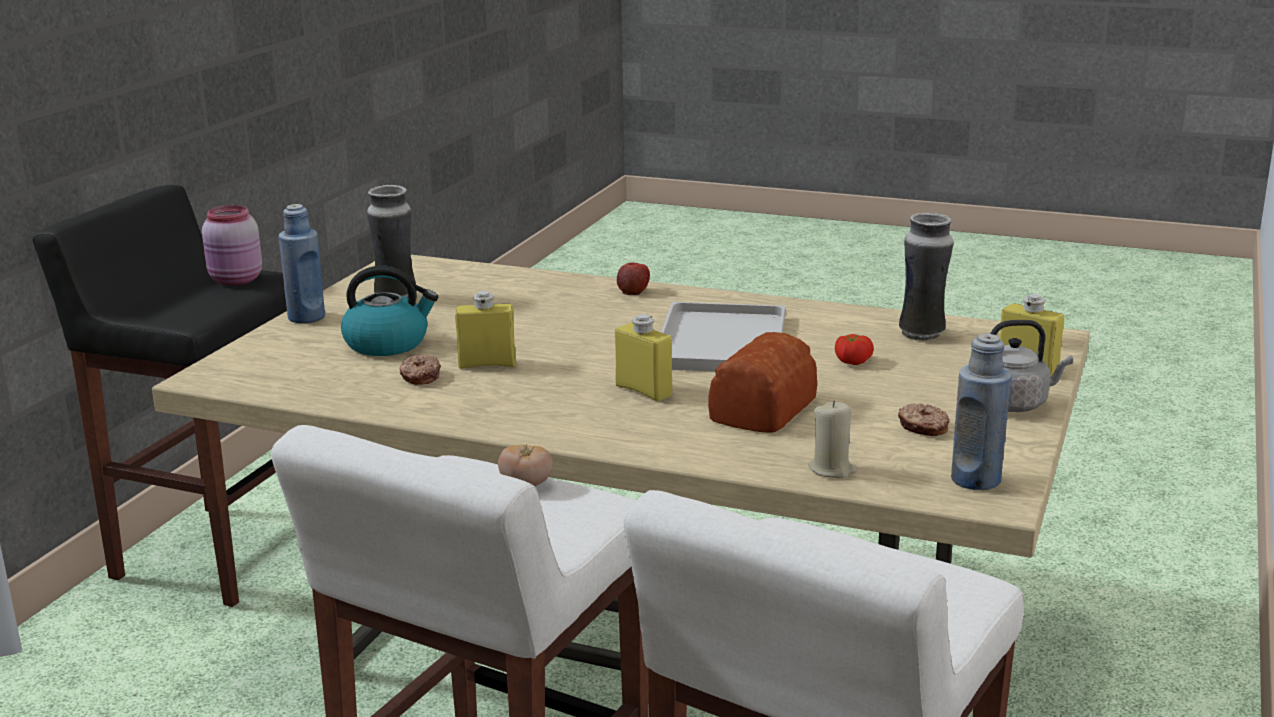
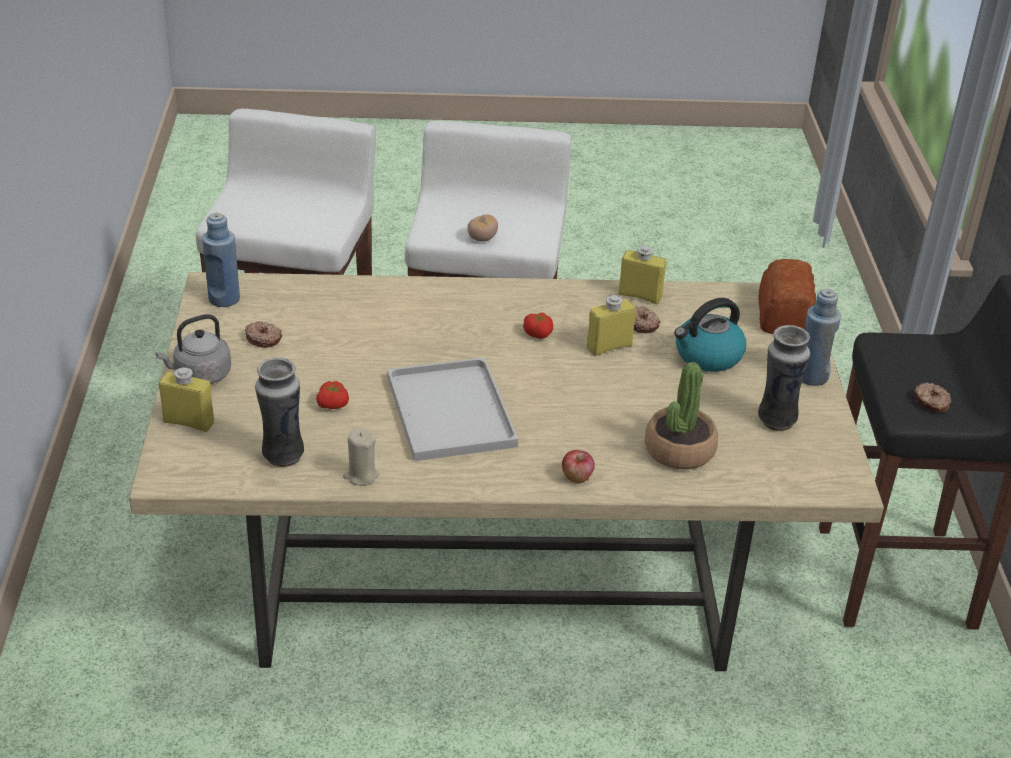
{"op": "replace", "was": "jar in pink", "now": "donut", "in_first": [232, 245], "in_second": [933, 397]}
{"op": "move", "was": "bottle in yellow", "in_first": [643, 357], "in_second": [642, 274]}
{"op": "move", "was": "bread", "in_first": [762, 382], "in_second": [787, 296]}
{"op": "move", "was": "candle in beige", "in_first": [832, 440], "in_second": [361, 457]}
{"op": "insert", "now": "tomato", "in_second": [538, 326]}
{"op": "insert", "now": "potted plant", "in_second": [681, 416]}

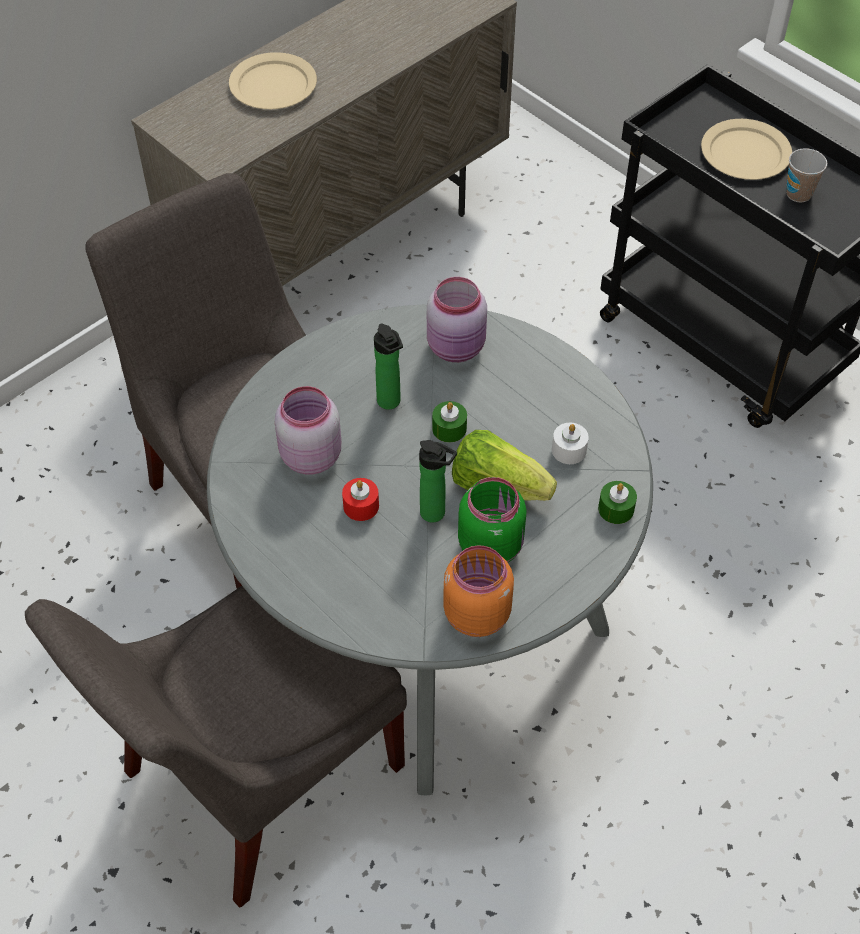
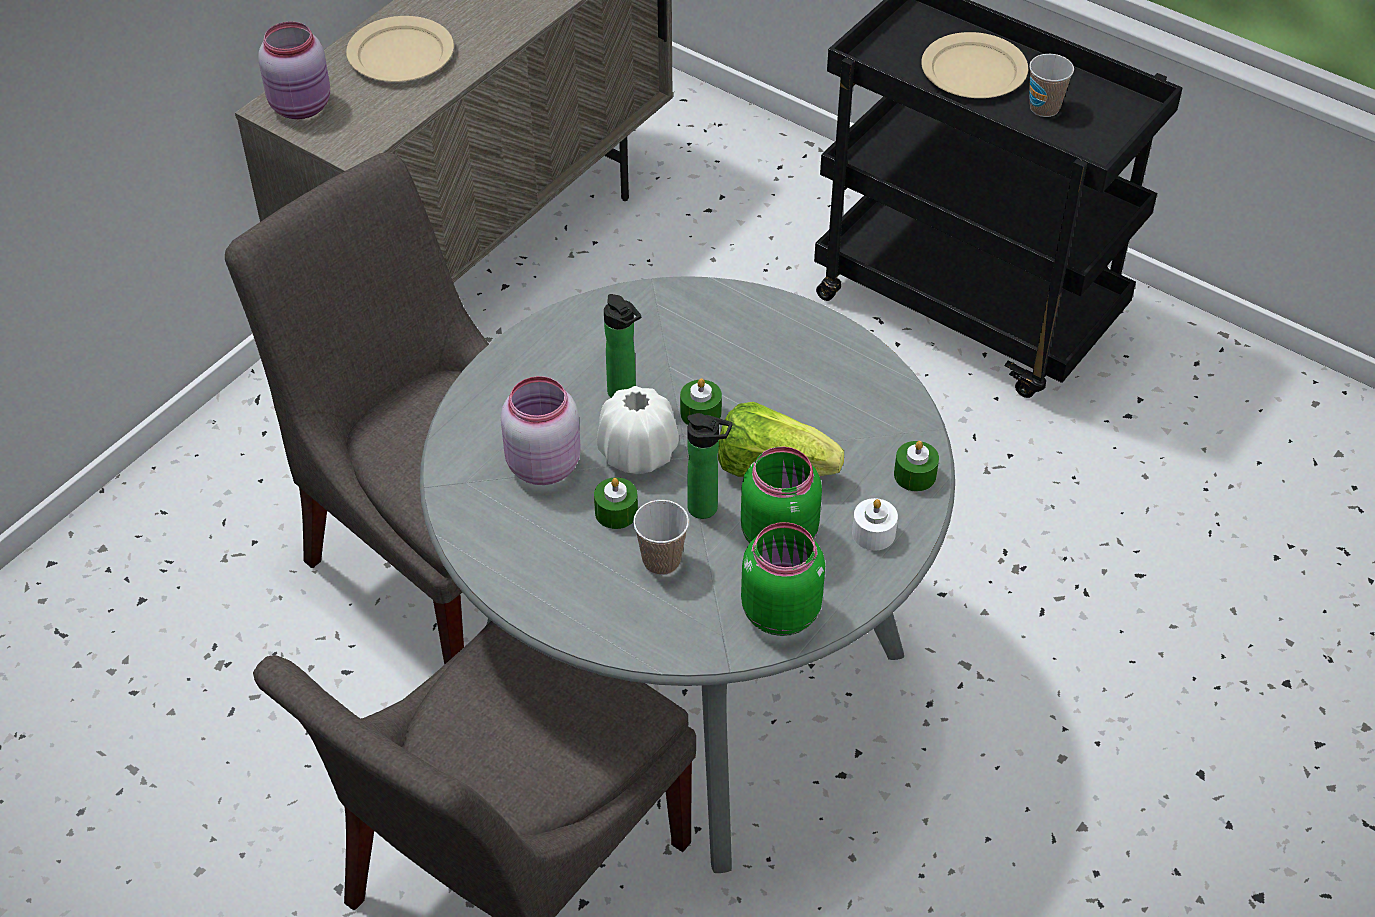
{"op": "move", "was": "jar in pink", "in_first": [457, 319], "in_second": [294, 70]}
{"op": "move", "was": "candle in white", "in_first": [570, 443], "in_second": [875, 524]}
{"op": "recolor", "was": "candle in red", "now": "candle in green", "in_first": [360, 499], "in_second": [616, 503]}
{"op": "recolor", "was": "jar in orange", "now": "jar in green", "in_first": [478, 591], "in_second": [783, 579]}
{"op": "insert", "now": "vase in white", "in_second": [638, 430]}
{"op": "insert", "now": "cup", "in_second": [661, 537]}

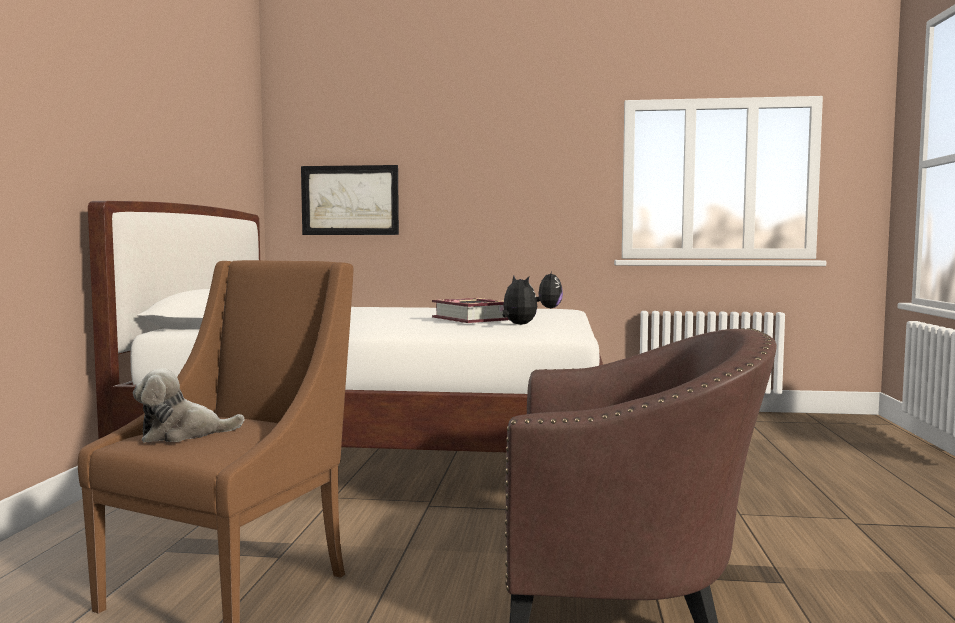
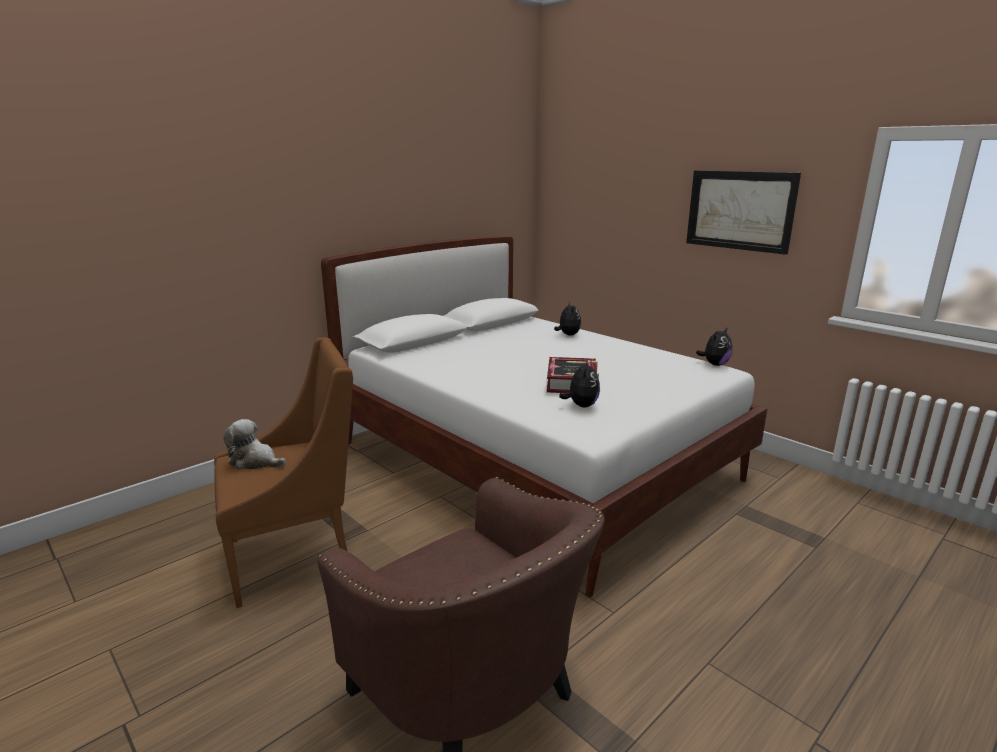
{"op": "move", "was": "picture", "in_first": [350, 200], "in_second": [743, 212]}
{"op": "insert", "now": "plush toy", "in_second": [567, 319]}

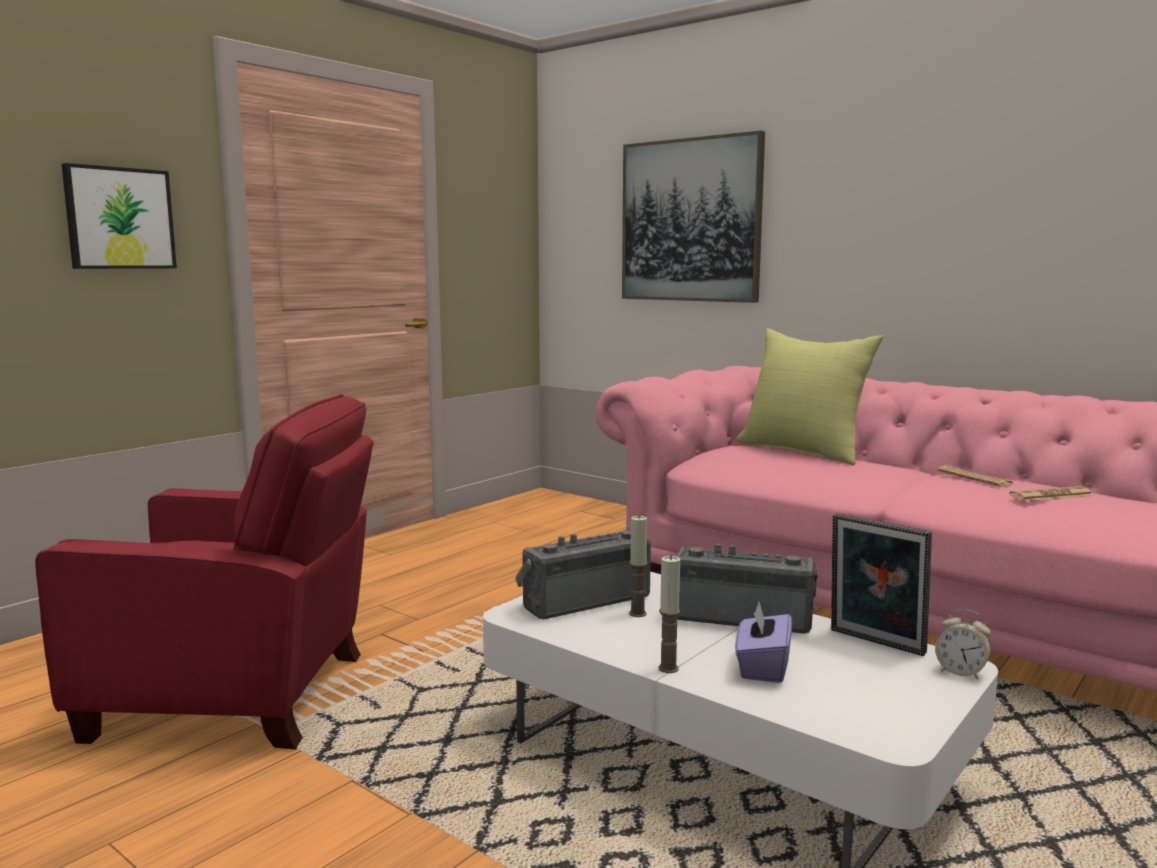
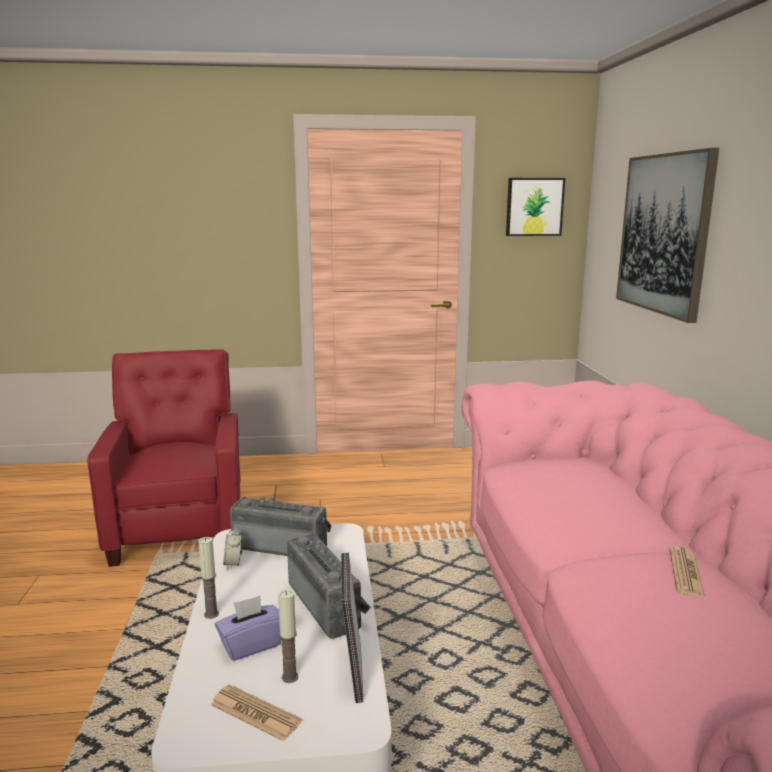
{"op": "move", "was": "picture", "in_first": [119, 216], "in_second": [535, 207]}
{"op": "delete", "was": "pillow in yellow", "in_first": [810, 396]}
{"op": "rotate", "was": "armchair in red", "in_first": [204, 572], "in_second": [163, 458], "clockwise": -150}
{"op": "move", "was": "newspaper", "in_first": [1051, 493], "in_second": [256, 713]}
{"op": "move", "was": "candle", "in_first": [638, 566], "in_second": [288, 636]}
{"op": "move", "was": "alarm clock", "in_first": [963, 645], "in_second": [233, 548]}

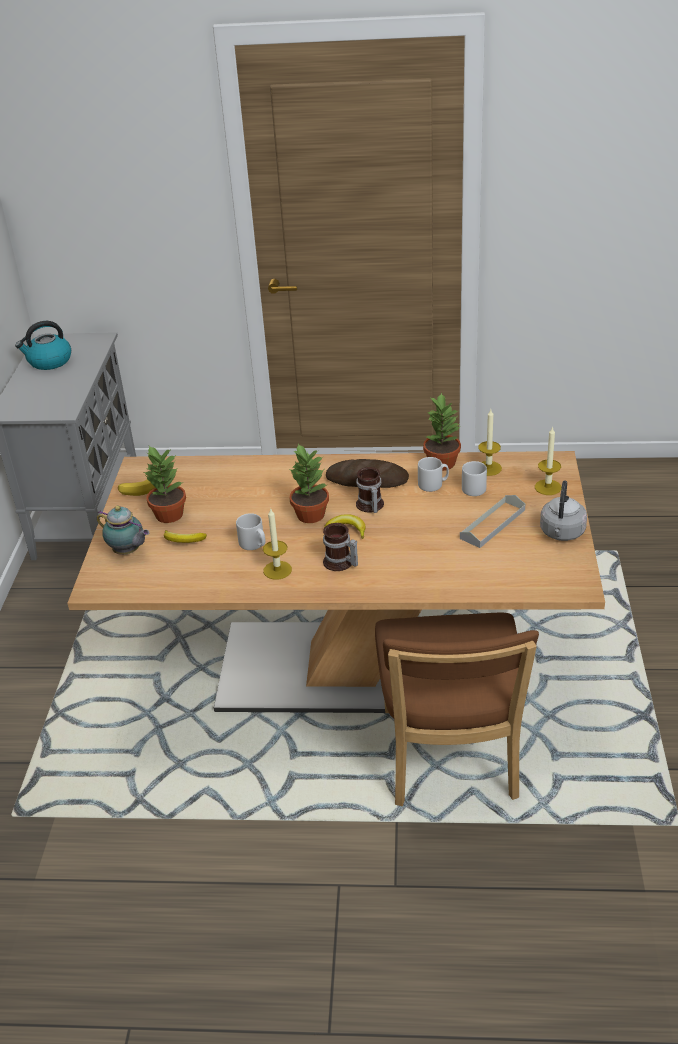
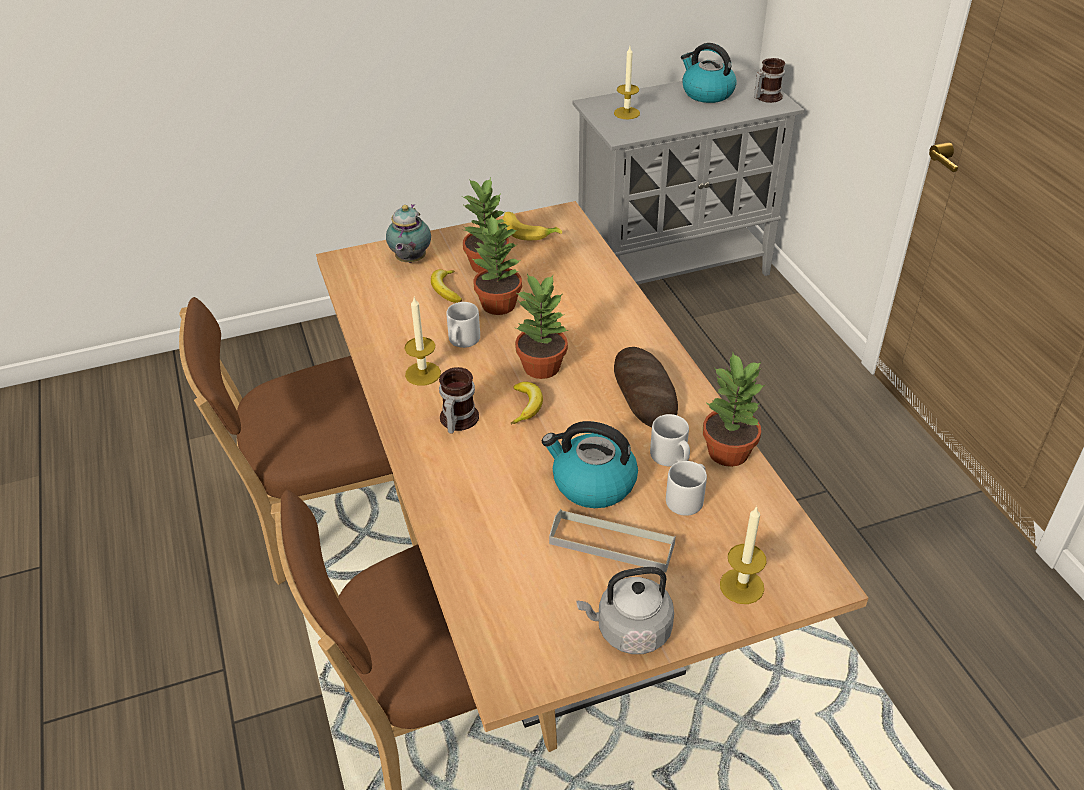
{"op": "move", "was": "candle", "in_first": [490, 442], "in_second": [627, 83]}
{"op": "move", "was": "mug", "in_first": [370, 490], "in_second": [769, 80]}
{"op": "insert", "now": "potted plant", "in_second": [497, 264]}
{"op": "insert", "now": "chair in brown", "in_second": [298, 441]}
{"op": "insert", "now": "kettle", "in_second": [590, 464]}

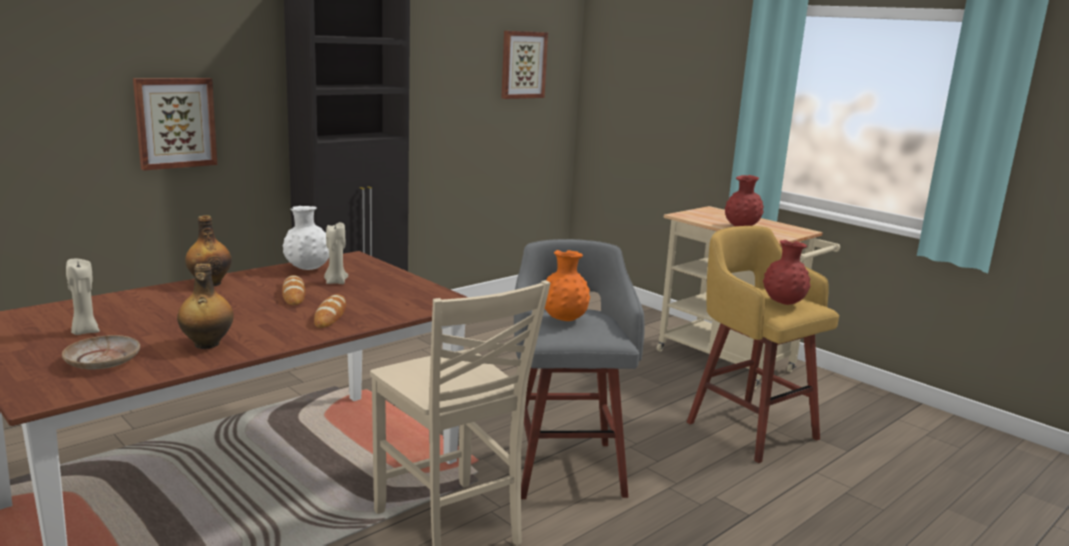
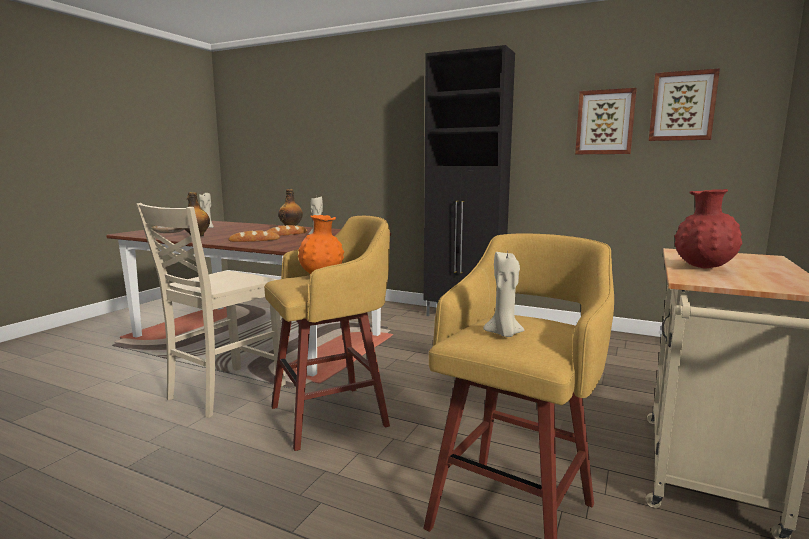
{"op": "move", "was": "picture", "in_first": [175, 124], "in_second": [606, 121]}
{"op": "delete", "was": "vase in white", "in_first": [306, 238]}
{"op": "recolor", "was": "stool in grey", "now": "stool in yellow", "in_first": [579, 369], "in_second": [327, 333]}
{"op": "replace", "was": "vase in red", "now": "candle in beige", "in_first": [787, 272], "in_second": [503, 294]}

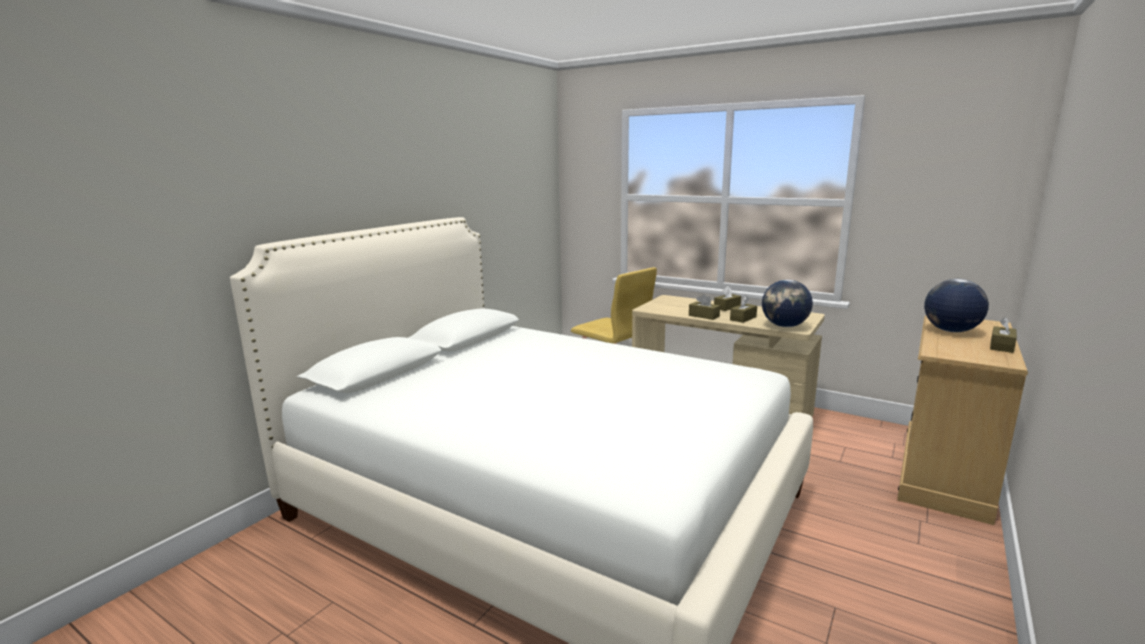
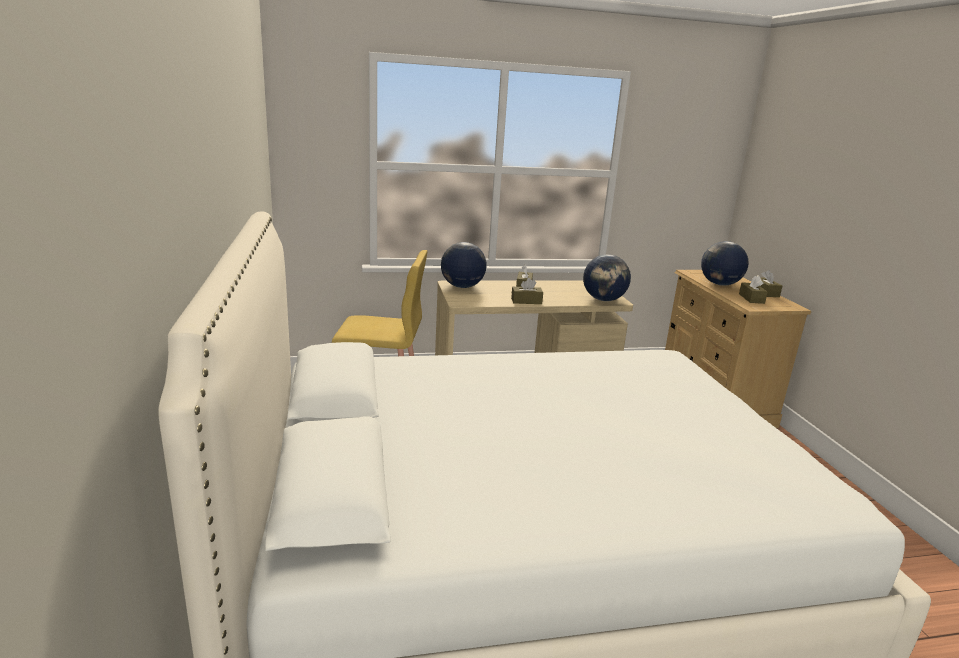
{"op": "move", "was": "tissue box in brown", "in_first": [743, 309], "in_second": [753, 290]}
{"op": "insert", "now": "globe", "in_second": [464, 265]}

